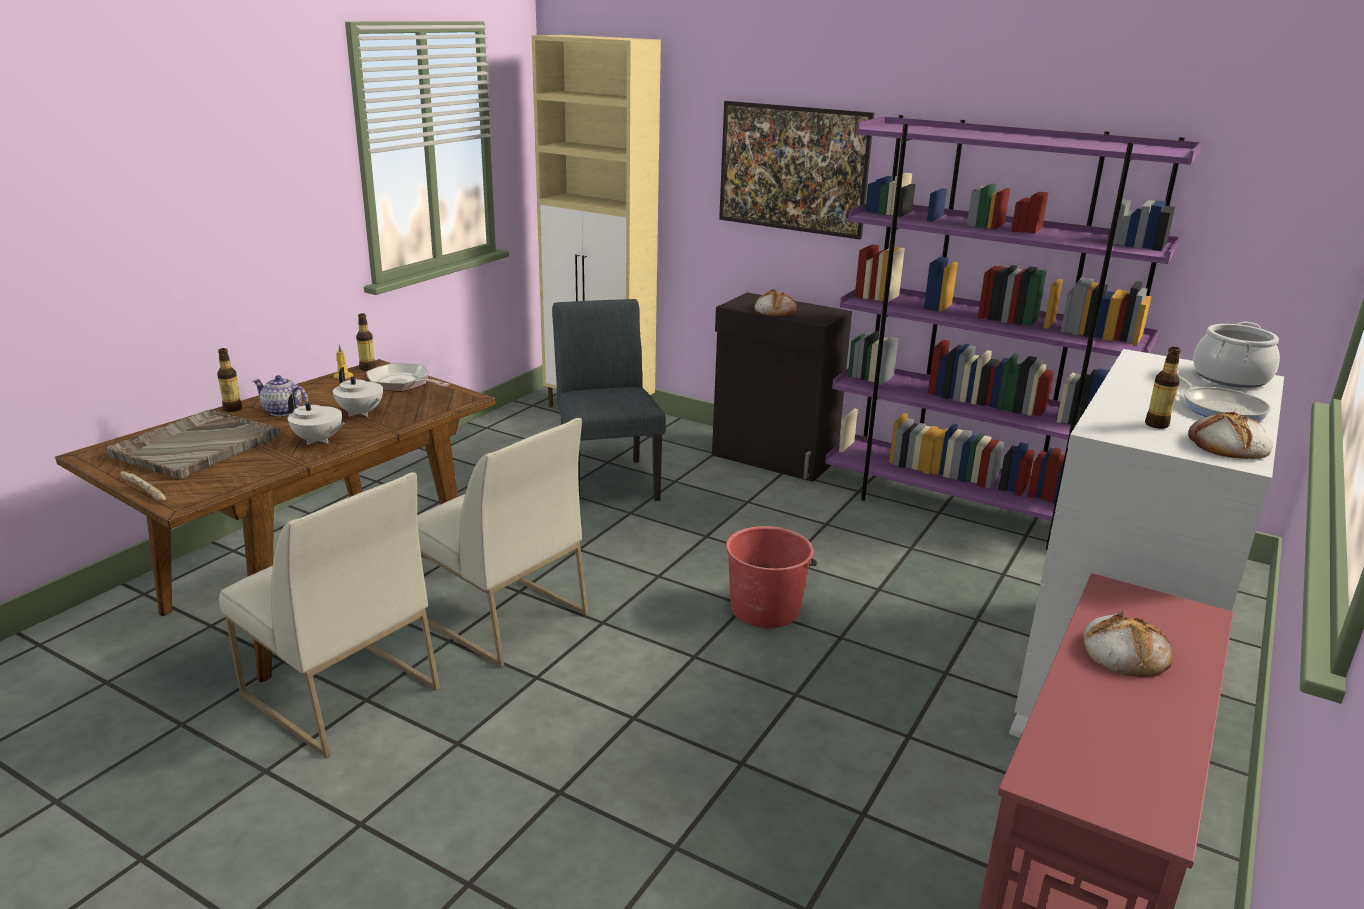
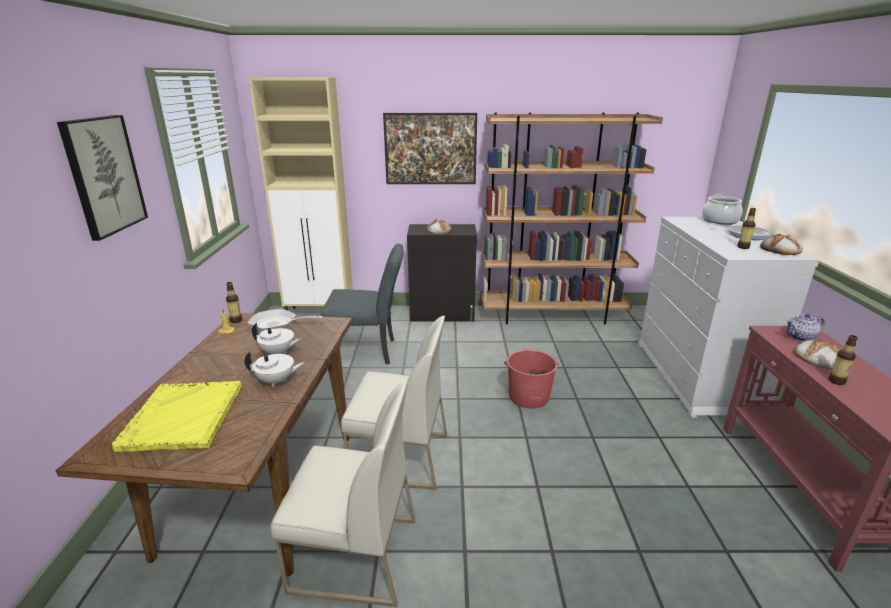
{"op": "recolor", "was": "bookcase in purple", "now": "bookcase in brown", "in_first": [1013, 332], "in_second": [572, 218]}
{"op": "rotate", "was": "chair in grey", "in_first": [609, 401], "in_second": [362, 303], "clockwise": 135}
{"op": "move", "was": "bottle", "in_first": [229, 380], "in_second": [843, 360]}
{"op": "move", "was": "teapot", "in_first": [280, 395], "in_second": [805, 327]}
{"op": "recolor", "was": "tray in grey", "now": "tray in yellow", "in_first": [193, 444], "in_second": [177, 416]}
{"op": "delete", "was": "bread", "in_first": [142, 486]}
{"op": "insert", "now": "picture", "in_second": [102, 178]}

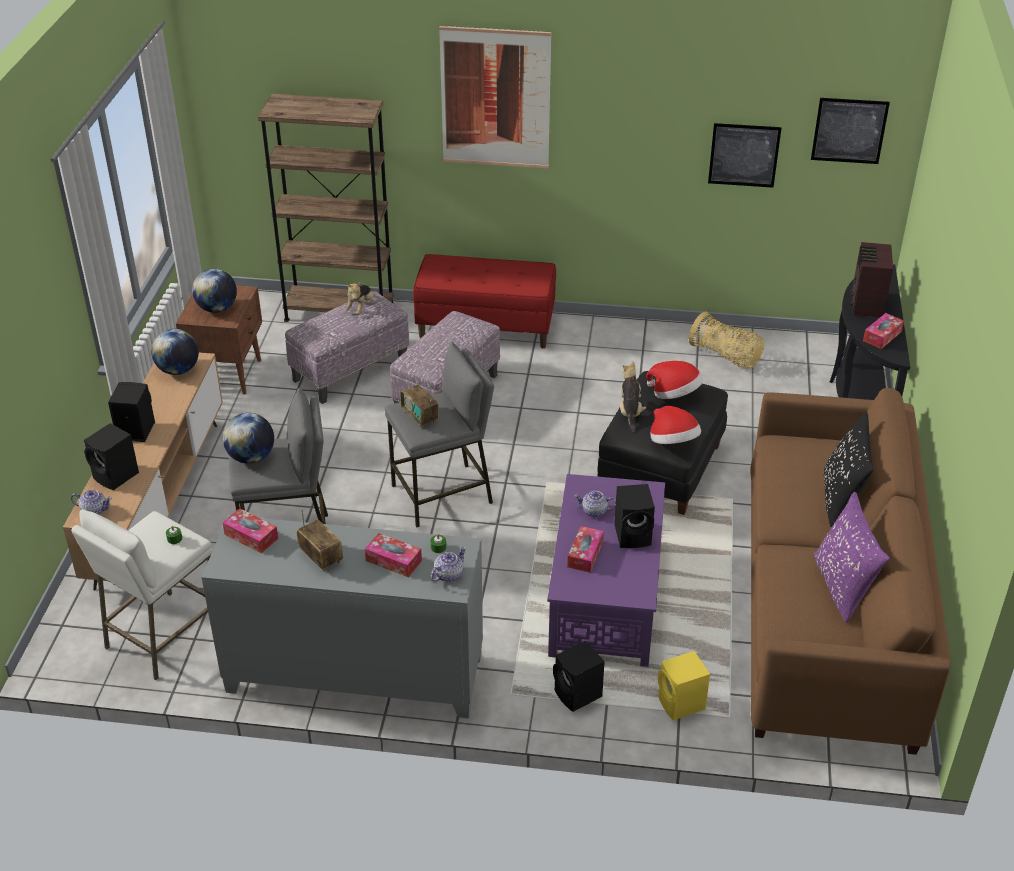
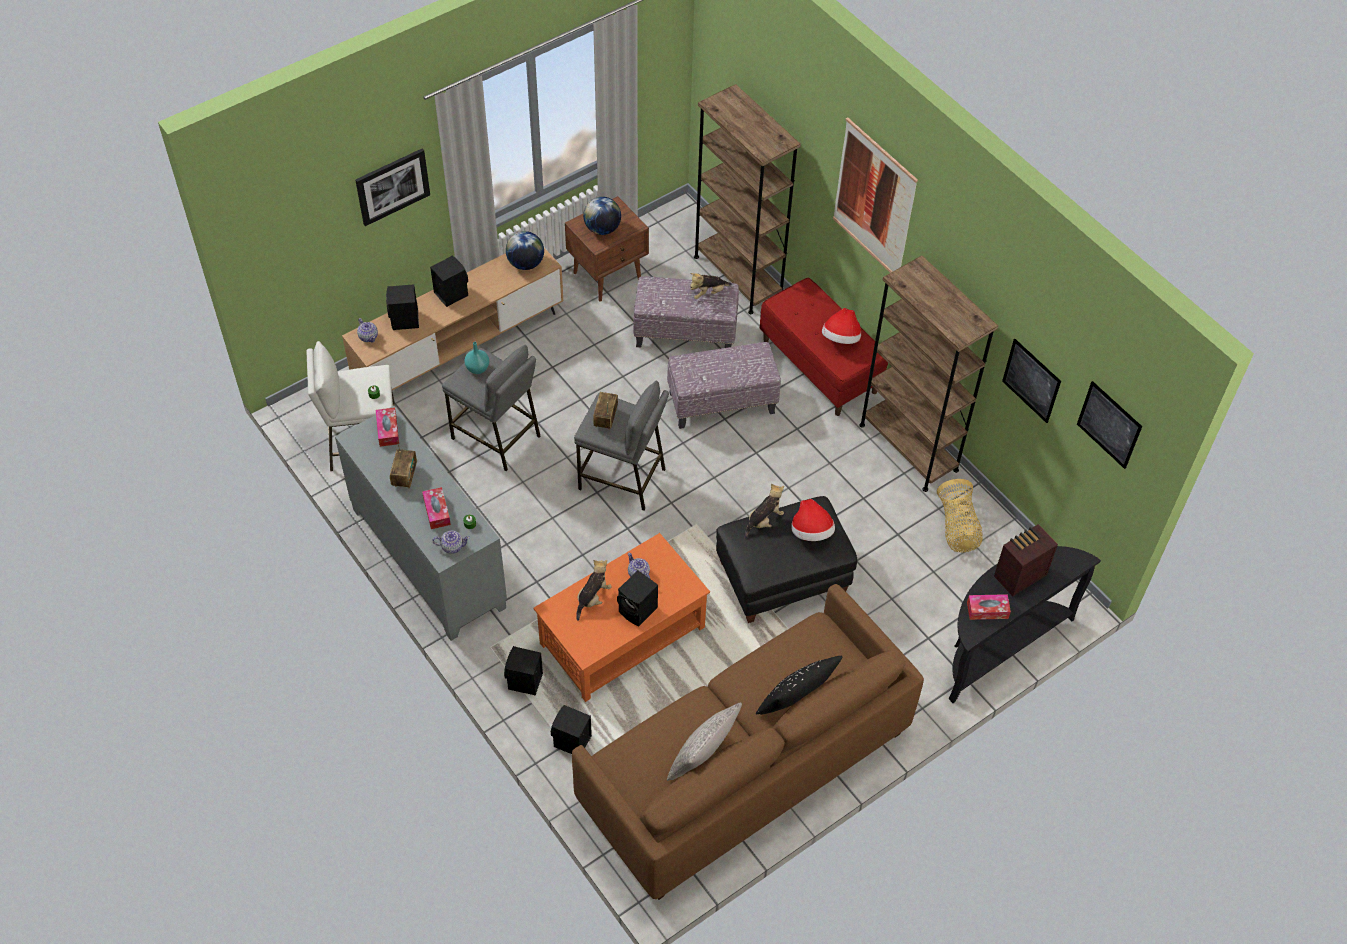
{"op": "move", "was": "hat", "in_first": [675, 425], "in_second": [841, 326]}
{"op": "replace", "was": "globe", "now": "vase in turquoise", "in_first": [248, 438], "in_second": [476, 358]}
{"op": "recolor", "was": "coffee table in purple", "now": "coffee table in orange", "in_first": [606, 570], "in_second": [621, 617]}
{"op": "recolor", "was": "pillow in purple", "now": "pillow in grey", "in_first": [852, 557], "in_second": [704, 741]}
{"op": "replace", "was": "tissue box", "now": "plush toy", "in_first": [585, 549], "in_second": [594, 590]}
{"op": "recolor", "was": "speaker in yellow", "now": "speaker in black", "in_first": [684, 686], "in_second": [571, 729]}
{"op": "insert", "now": "picture", "in_second": [392, 187]}
{"op": "insert", "now": "bookcase in brown", "in_second": [928, 374]}

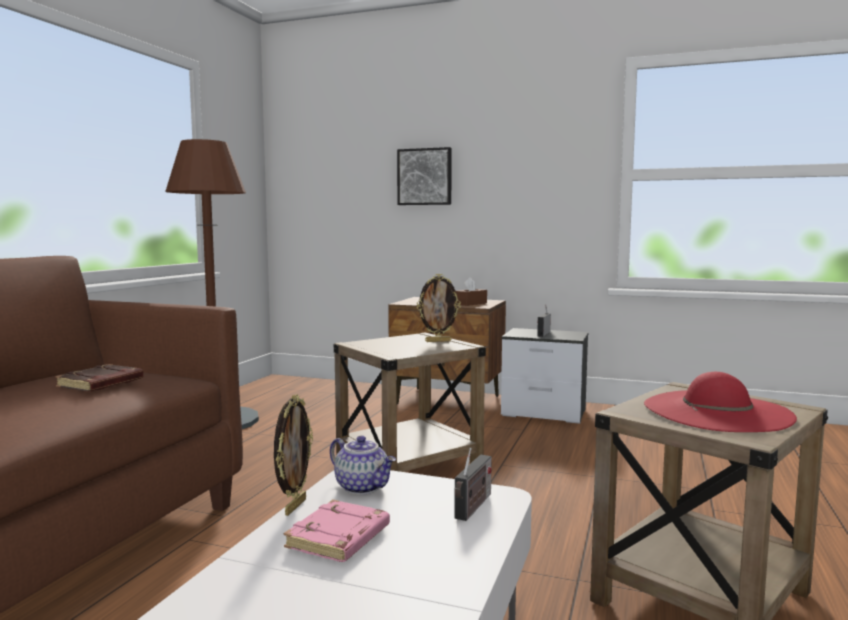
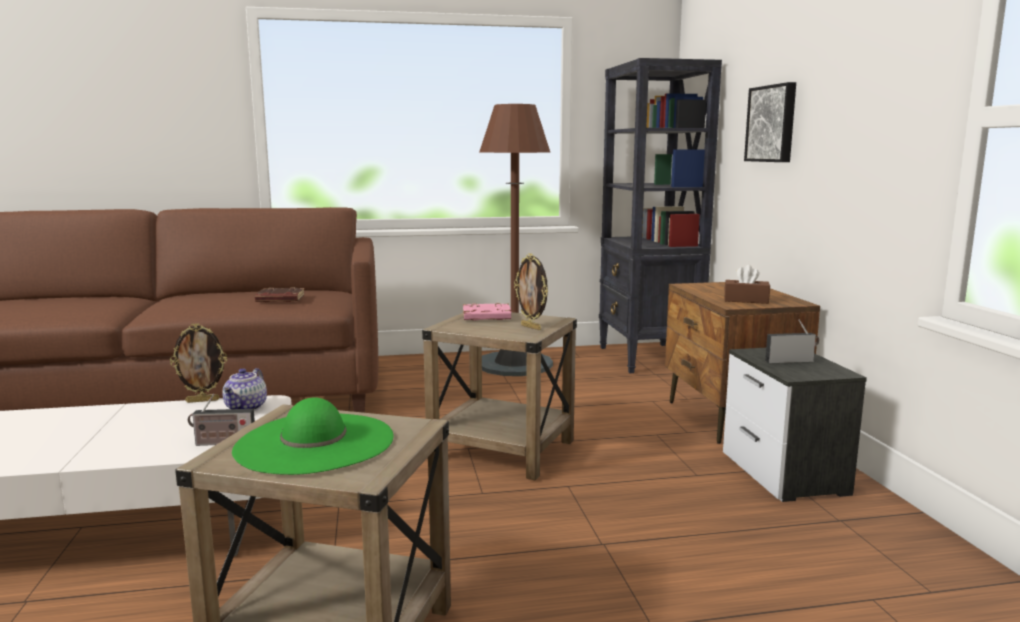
{"op": "recolor", "was": "hat in red", "now": "hat in green", "in_first": [720, 402], "in_second": [313, 436]}
{"op": "move", "was": "book in pink", "in_first": [337, 530], "in_second": [487, 311]}
{"op": "insert", "now": "bookcase in black", "in_second": [660, 215]}

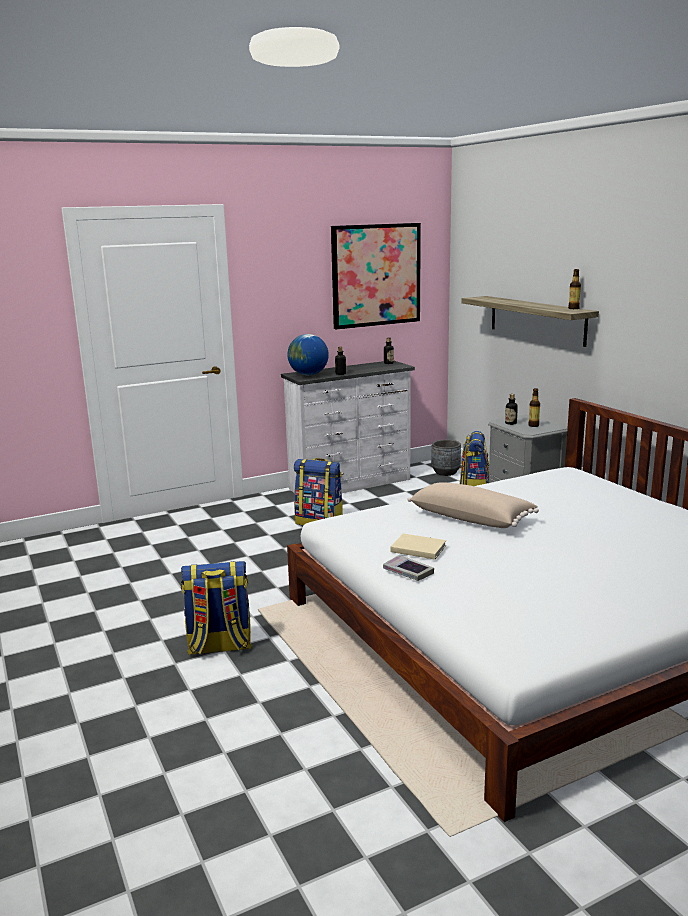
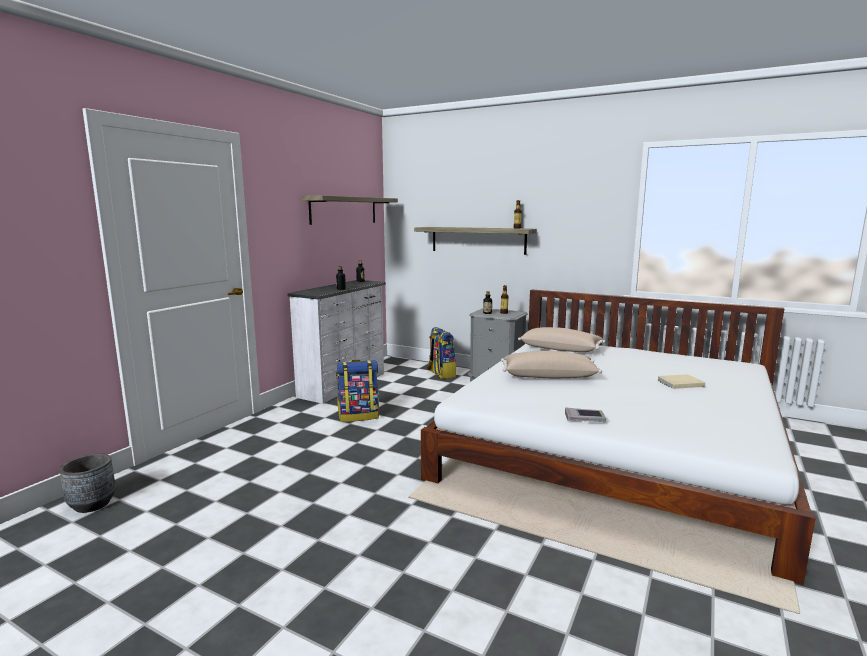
{"op": "replace", "was": "picture", "now": "shelf", "in_first": [376, 276], "in_second": [349, 210]}
{"op": "delete", "was": "globe", "in_first": [308, 354]}
{"op": "move", "was": "planter in grey", "in_first": [446, 458], "in_second": [87, 483]}
{"op": "move", "was": "book in beige", "in_first": [418, 546], "in_second": [681, 381]}
{"op": "delete", "was": "backpack", "in_first": [216, 608]}
{"op": "insert", "now": "pillow in beige", "in_second": [561, 339]}

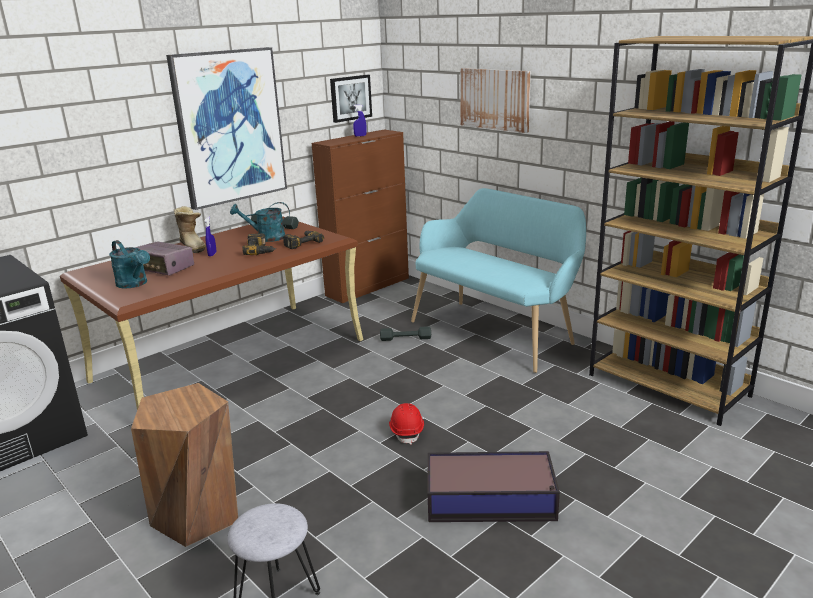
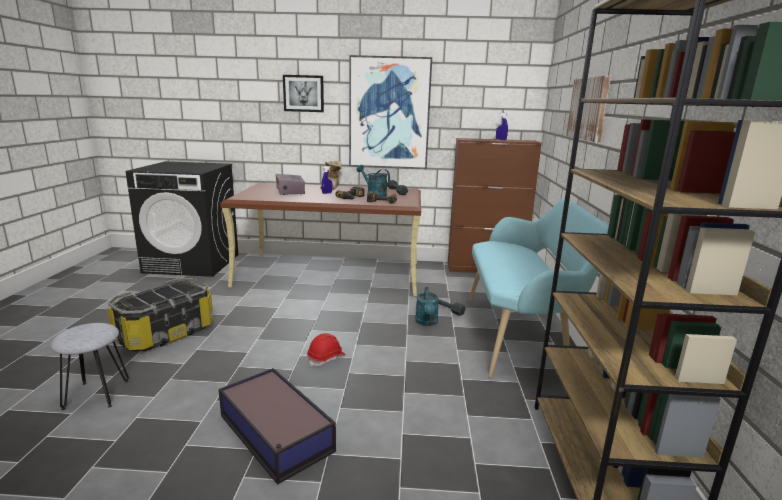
{"op": "move", "was": "picture", "in_first": [351, 99], "in_second": [303, 93]}
{"op": "move", "was": "watering can in turquoise", "in_first": [129, 264], "in_second": [427, 306]}
{"op": "replace", "was": "stool in brown", "now": "storage box", "in_first": [184, 465], "in_second": [160, 314]}

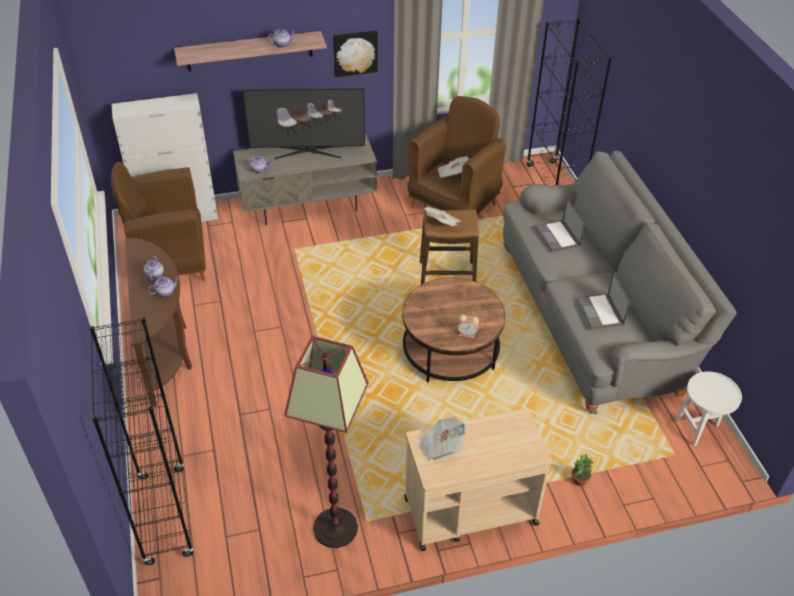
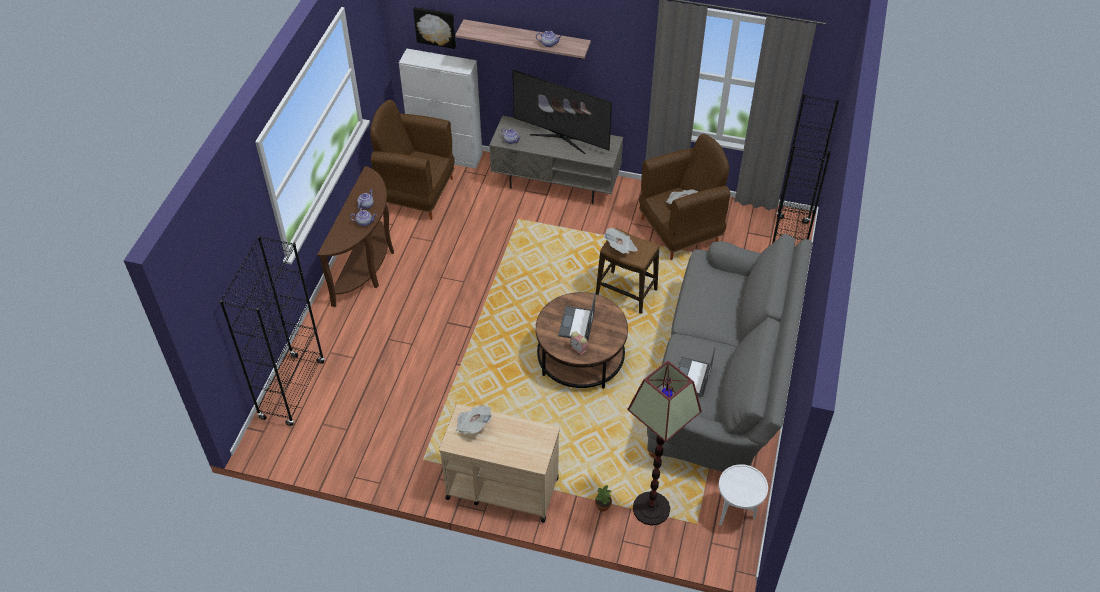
{"op": "move", "was": "picture", "in_first": [355, 54], "in_second": [434, 28]}
{"op": "move", "was": "laptop", "in_first": [560, 225], "in_second": [577, 316]}
{"op": "move", "was": "floor lamp", "in_first": [326, 442], "in_second": [664, 443]}

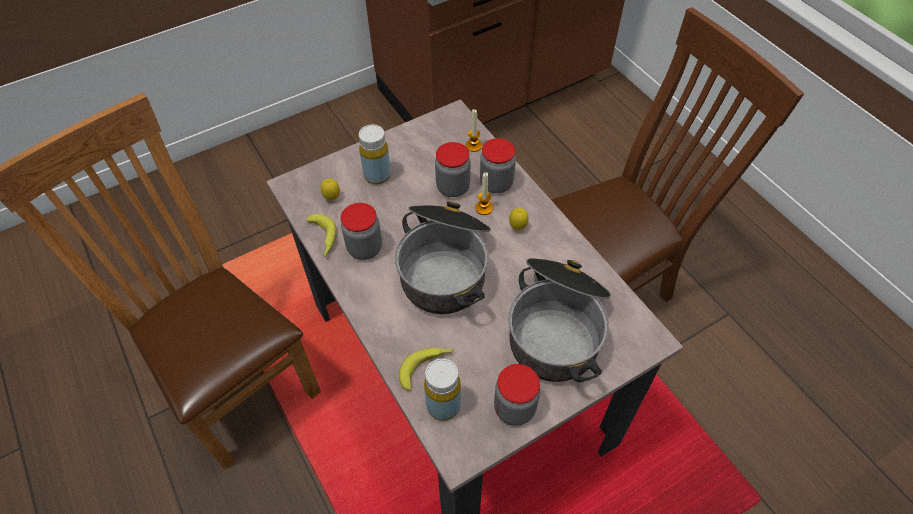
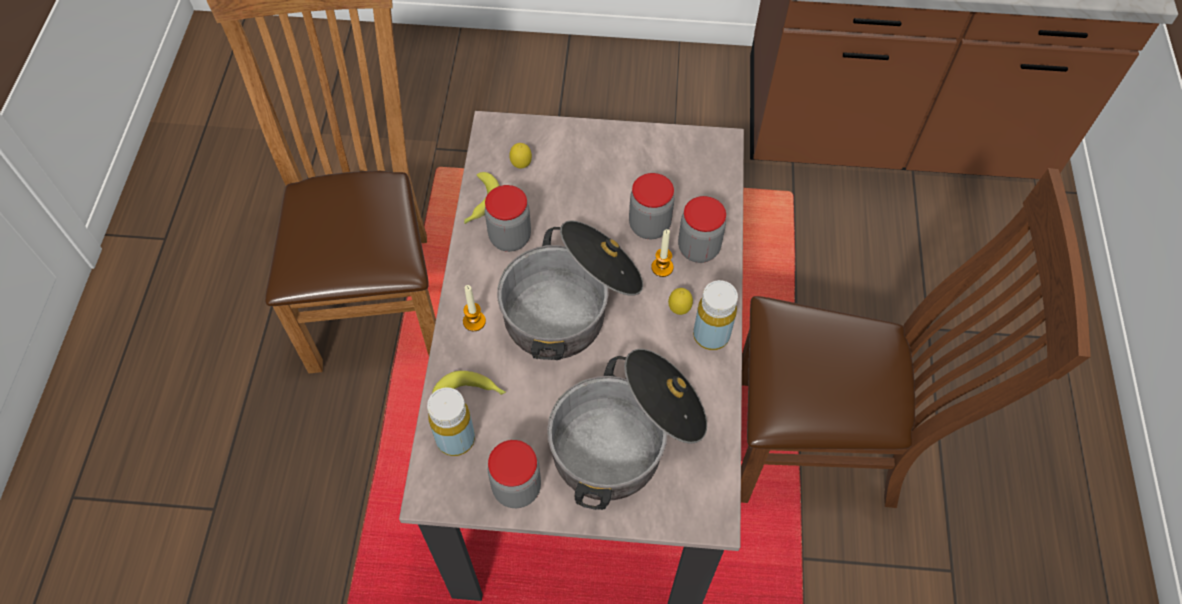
{"op": "move", "was": "candle", "in_first": [474, 130], "in_second": [474, 308]}
{"op": "move", "was": "bottle in yellow", "in_first": [375, 155], "in_second": [715, 315]}

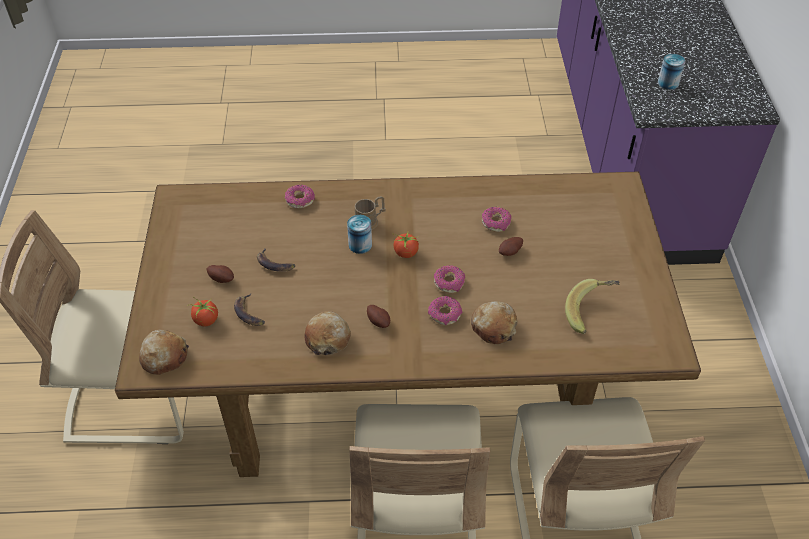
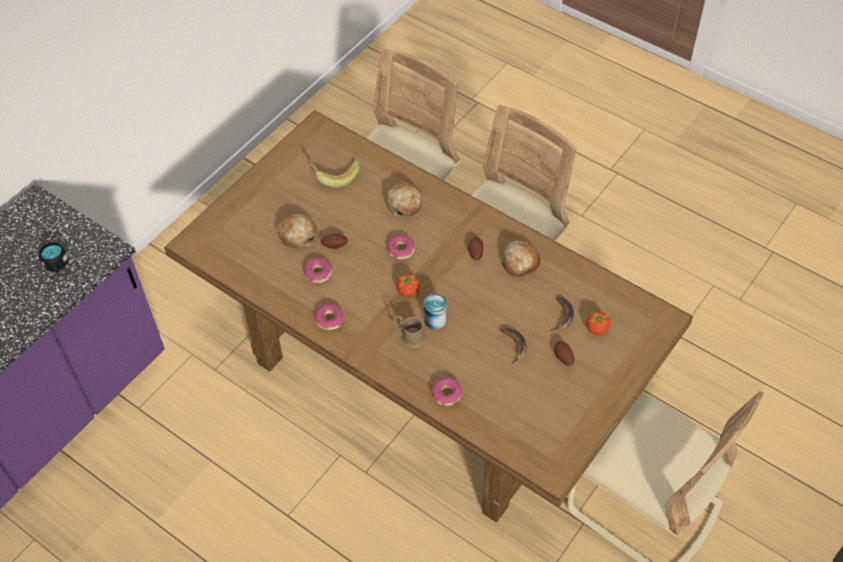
{"op": "replace", "was": "can", "now": "mug in black", "in_first": [671, 72], "in_second": [53, 257]}
{"op": "move", "was": "donut", "in_first": [445, 310], "in_second": [329, 317]}
{"op": "move", "was": "bread", "in_first": [164, 352], "in_second": [296, 231]}

